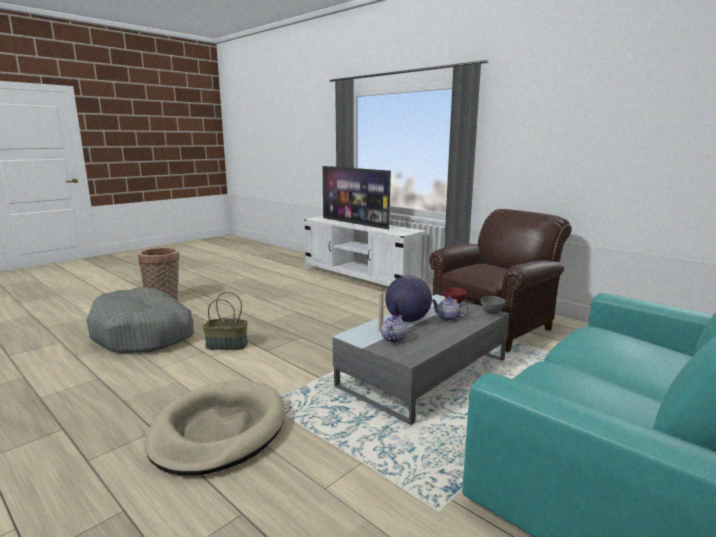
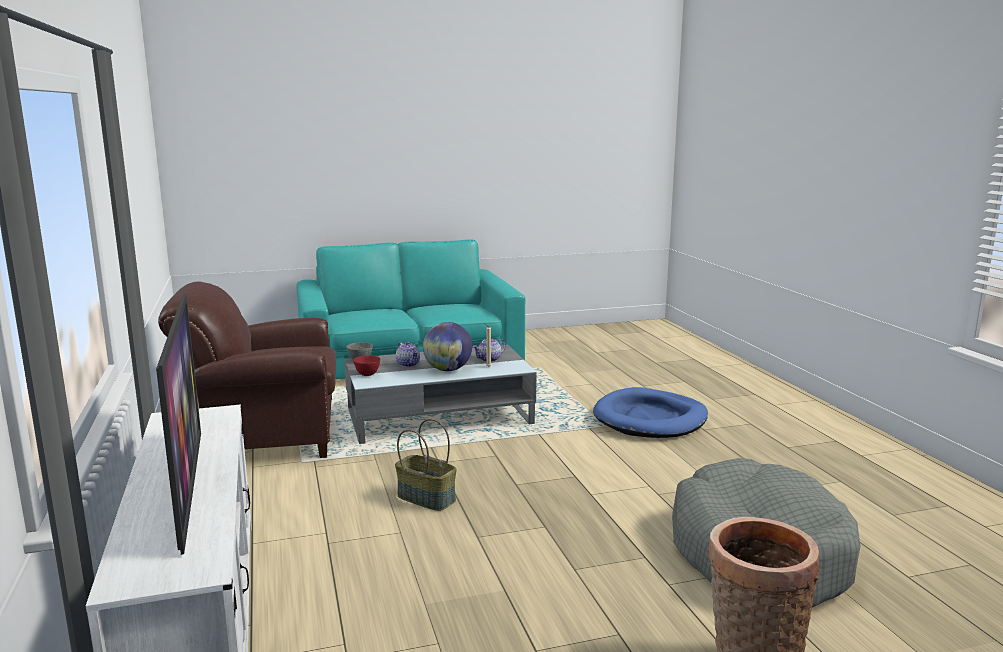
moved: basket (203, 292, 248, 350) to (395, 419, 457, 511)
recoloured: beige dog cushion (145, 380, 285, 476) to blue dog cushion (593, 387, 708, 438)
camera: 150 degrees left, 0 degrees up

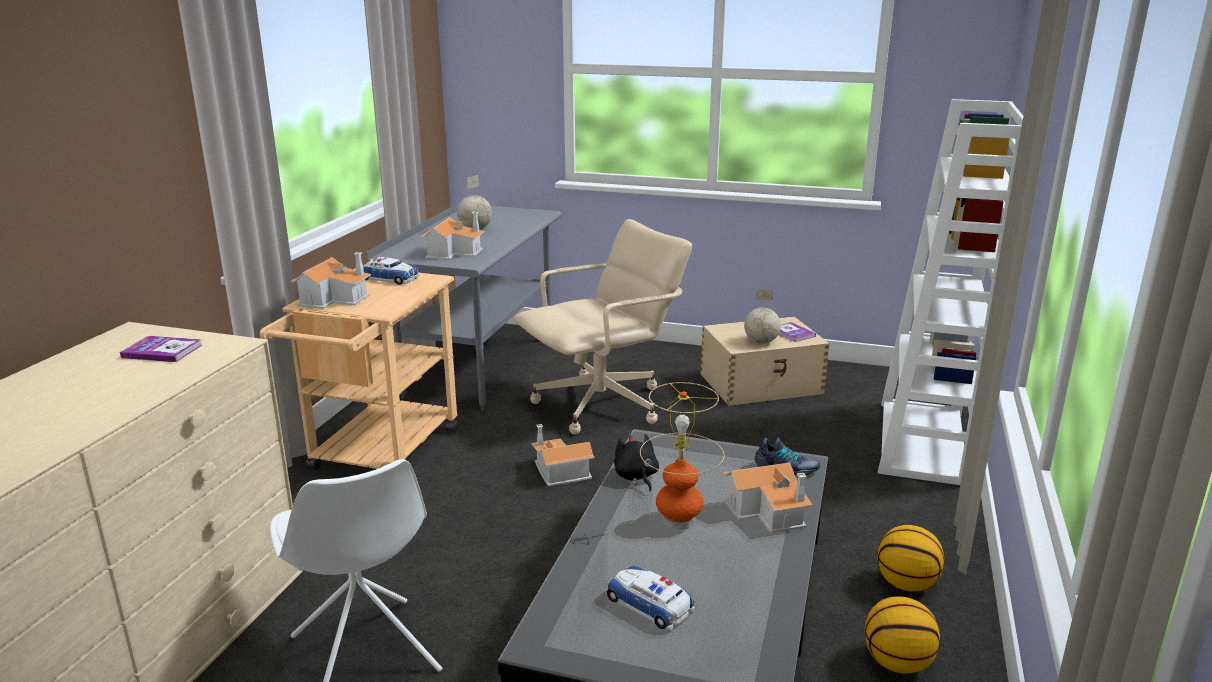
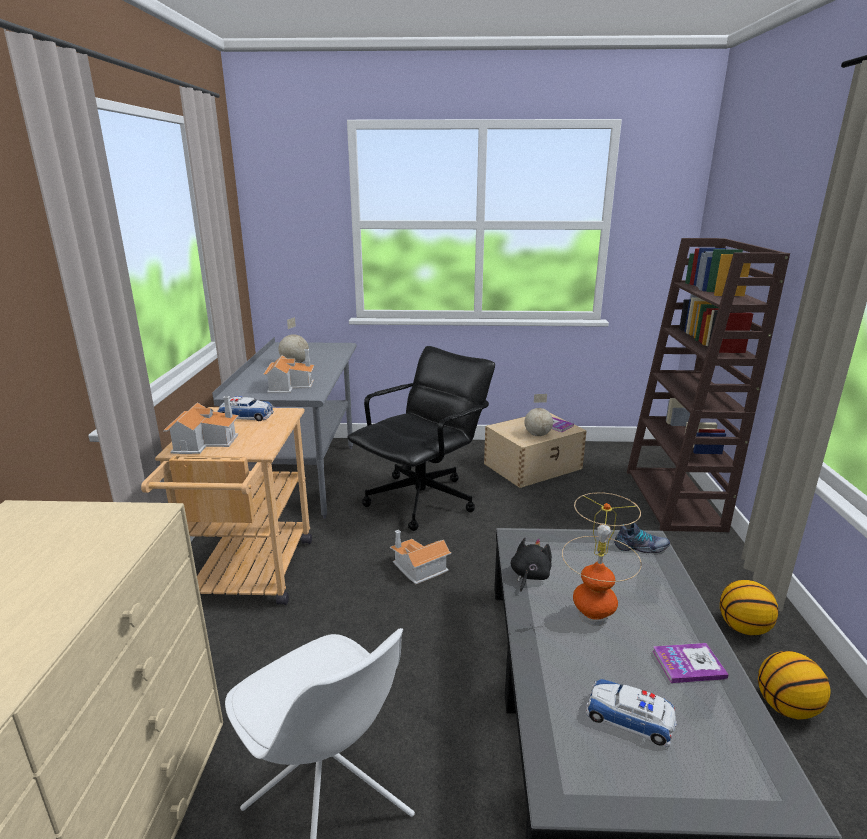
removed: model house (723, 462, 812, 533)
moved: volume (120, 336, 202, 362) to (653, 643, 729, 683)
recoloured: beige computer chair (514, 219, 692, 435) to black computer chair (347, 346, 495, 531); white-coloured bookshelf (878, 99, 1023, 485) to brownish bookshelf (627, 238, 790, 532)
turned: black cuddly toy (614, 434, 659, 492) = (511, 538, 552, 592) 60 degrees clockwise
camera: 15 degrees left, 0 degrees up

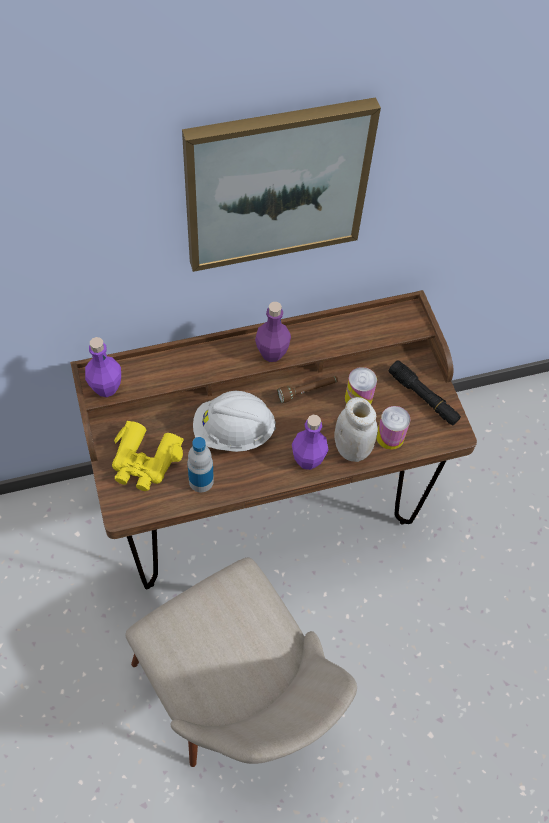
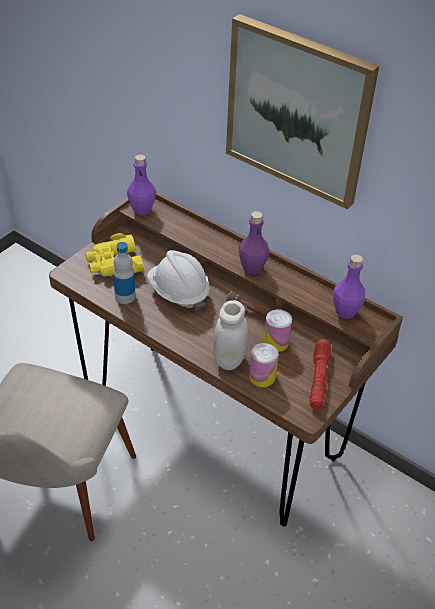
moved: purple-coloured beverage bottle (292, 415, 329, 470) to (333, 255, 365, 319)
recoloured: black hand torch (389, 360, 461, 426) to red-coloured hand torch (310, 339, 331, 409)
camera: 55 degrees right, 15 degrees down

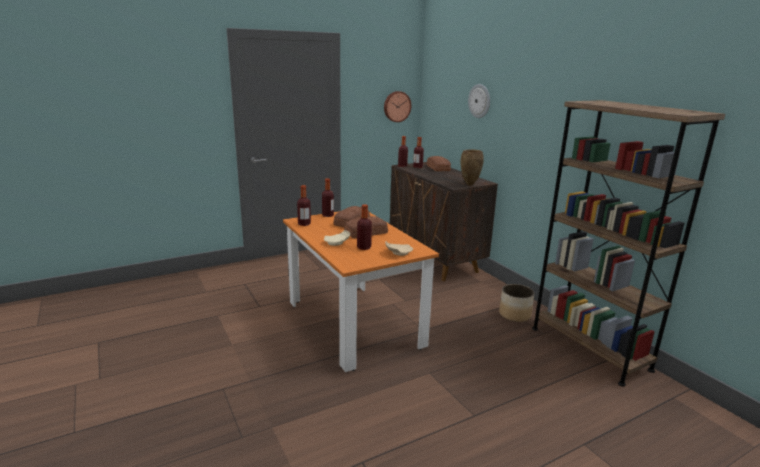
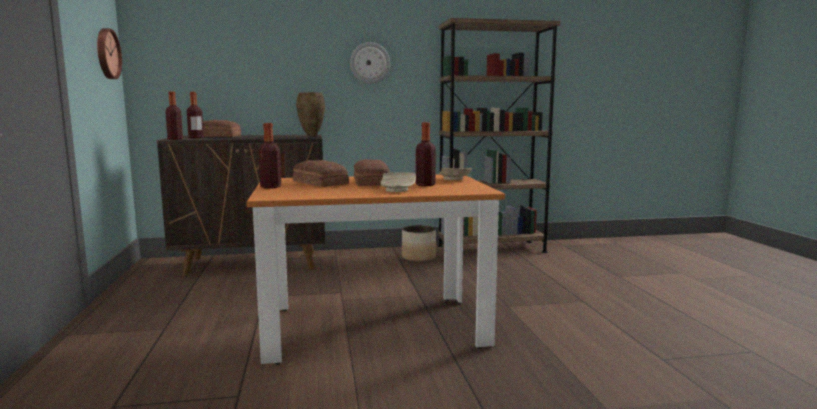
removed: beverage bottle (297, 185, 311, 226)
moved: clock on the wall (468, 84, 490, 118) to (350, 42, 390, 84)
camera: 70 degrees left, 10 degrees down

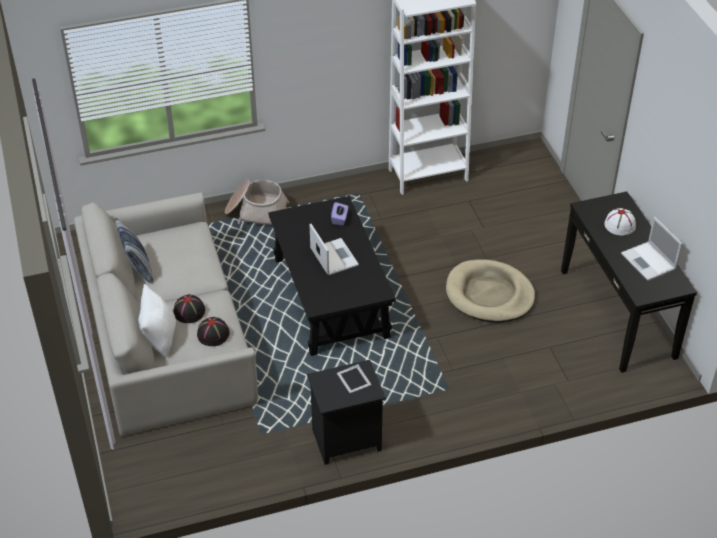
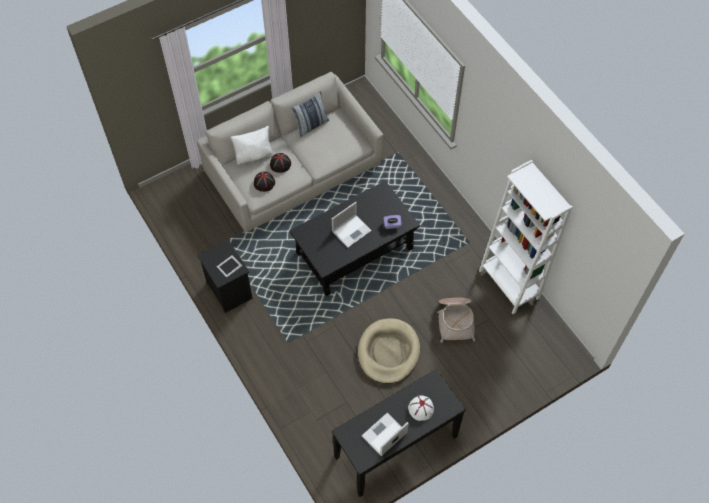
moved: basket (225, 180, 289, 225) to (437, 298, 475, 343)
camera: 75 degrees right, 15 degrees up

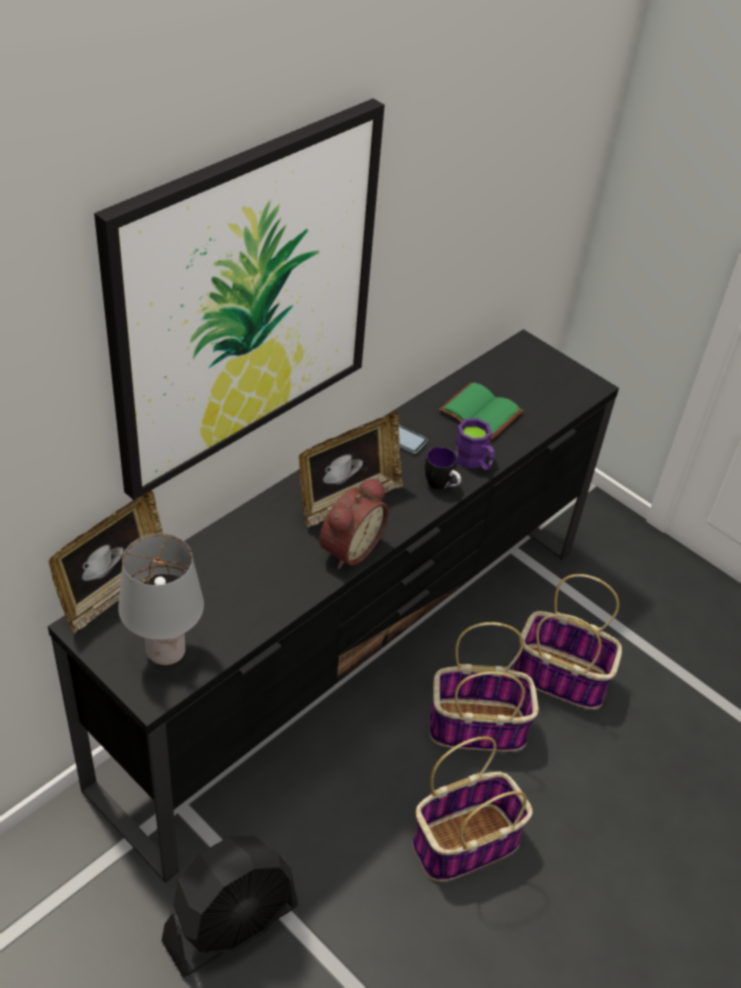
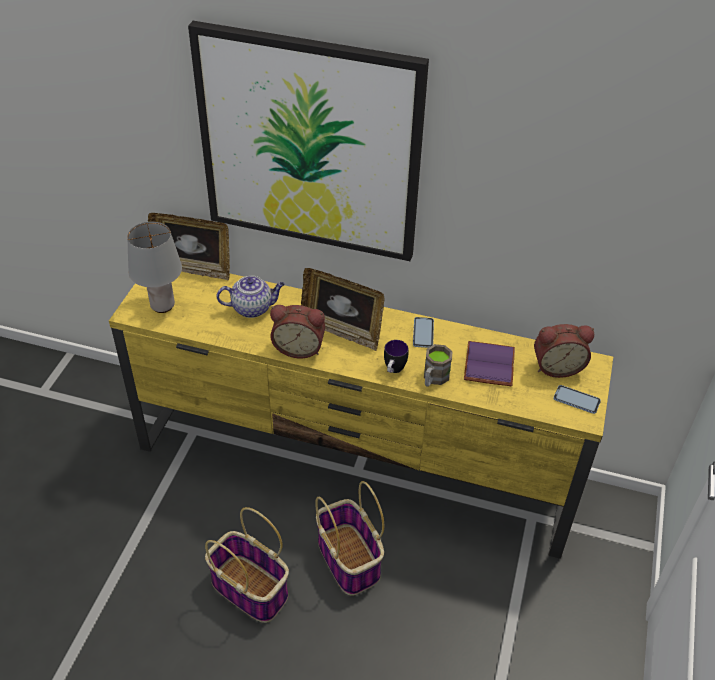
removed: black fan (162, 836, 298, 977); basket (514, 574, 622, 709)
added: tea pot (216, 276, 285, 318); table clock (534, 324, 594, 378); telephone (553, 385, 601, 414)
recoloured: black media console (48, 329, 619, 883) to yellowish media console (109, 272, 613, 559); green-coloured volume (439, 382, 523, 440) to purple-coloured volume (464, 341, 515, 386); purple-coloured tea mug (454, 418, 495, 470) to brownish tea mug (424, 344, 453, 387)
camera: 65 degrees right, 0 degrees up

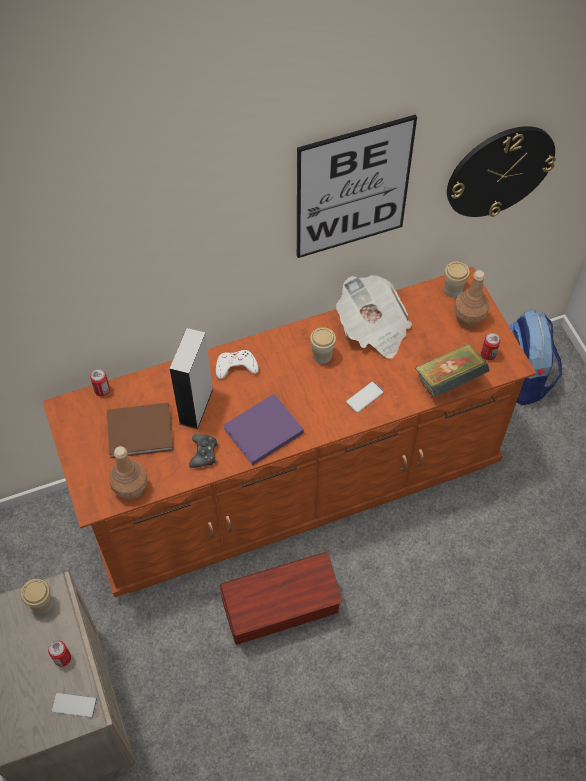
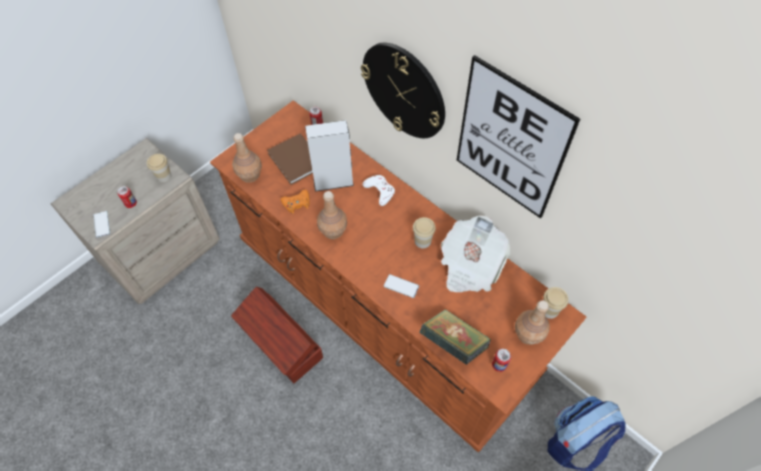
moved: clock on the wall (447, 126, 556, 217) to (361, 43, 445, 138)
replaced: purple-coloured volume (223, 394, 304, 465) to brownish beverage bottle (317, 191, 347, 239)
recoloured: black gamepad (189, 434, 218, 468) to orange-coloured gamepad (281, 190, 310, 214)
camera: 65 degrees right, 0 degrees up

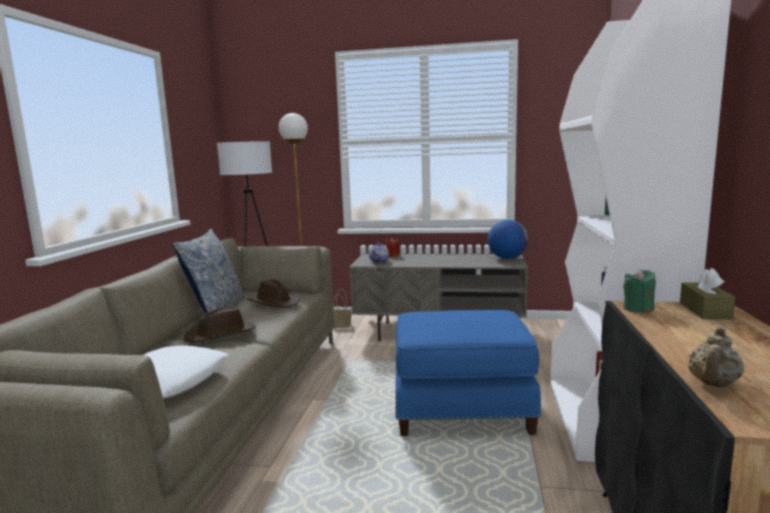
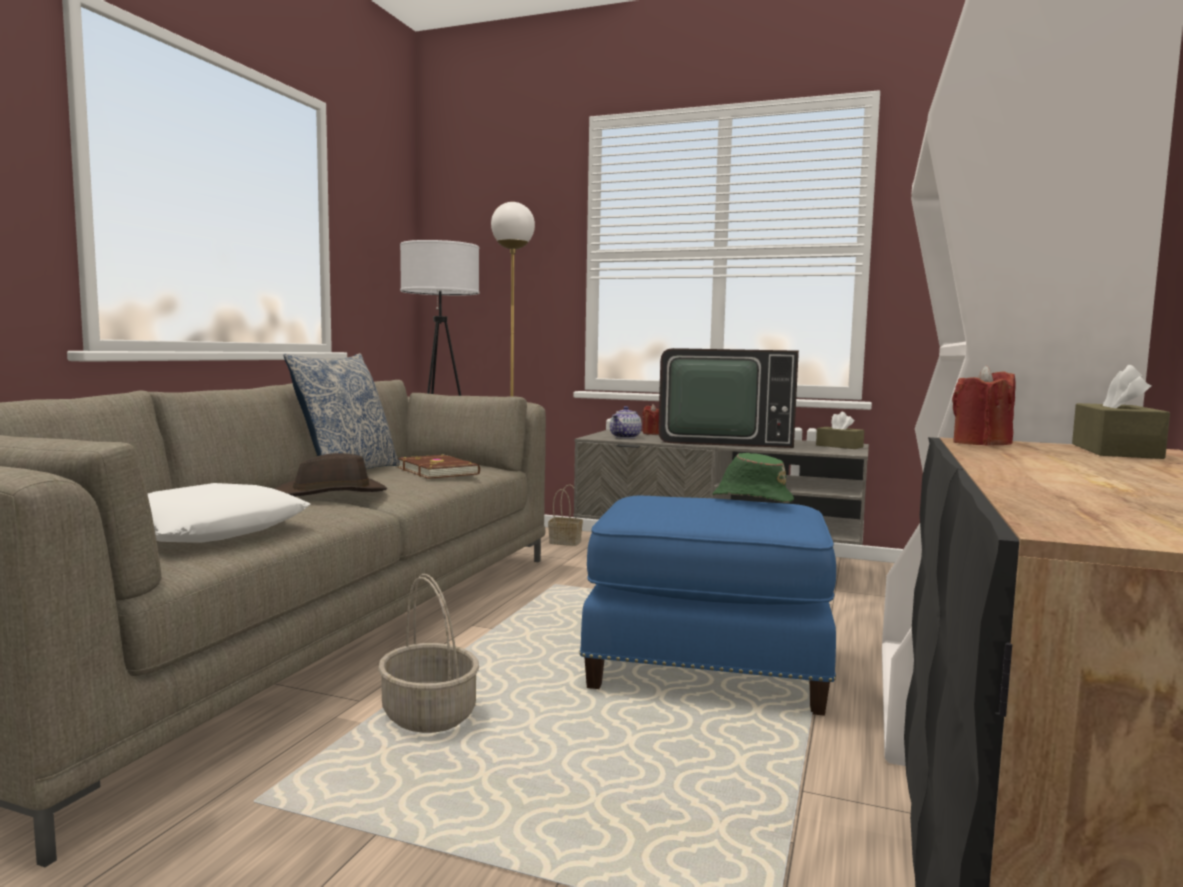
removed: beige tea pot (688, 327, 744, 387)
added: basket (378, 574, 479, 733); TV (658, 348, 799, 448); green-coloured clothing hat (712, 453, 794, 503)
replaced: brownish clothing hat (247, 280, 300, 308) to brownish volume (398, 454, 480, 479); globe (488, 220, 528, 259) to brownish tissue box (816, 412, 864, 449)
recoloured: green-coloured wax candle (623, 269, 656, 313) to red-coloured wax candle (952, 366, 1015, 446)
camera: 10 degrees right, 5 degrees down

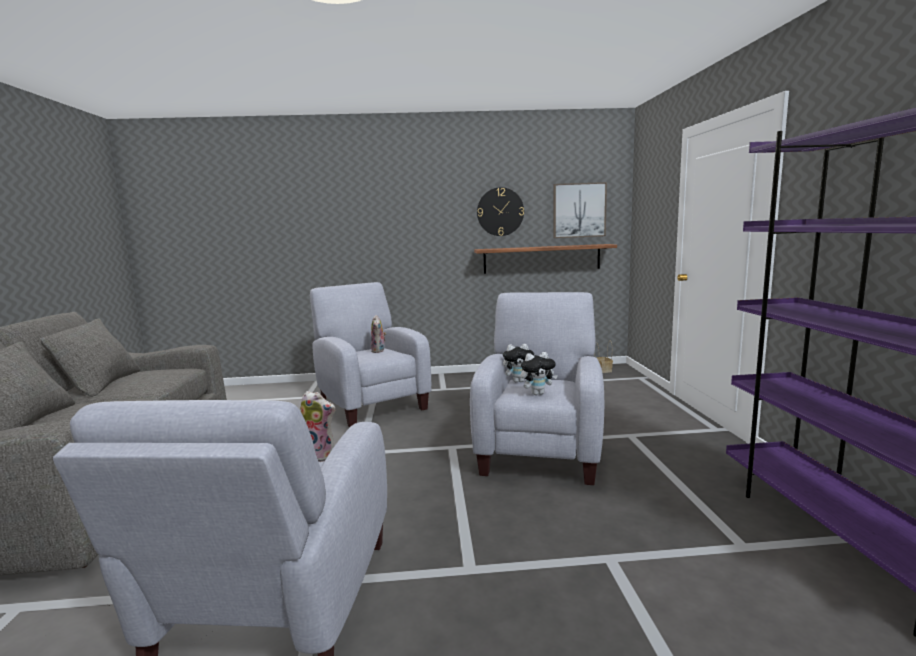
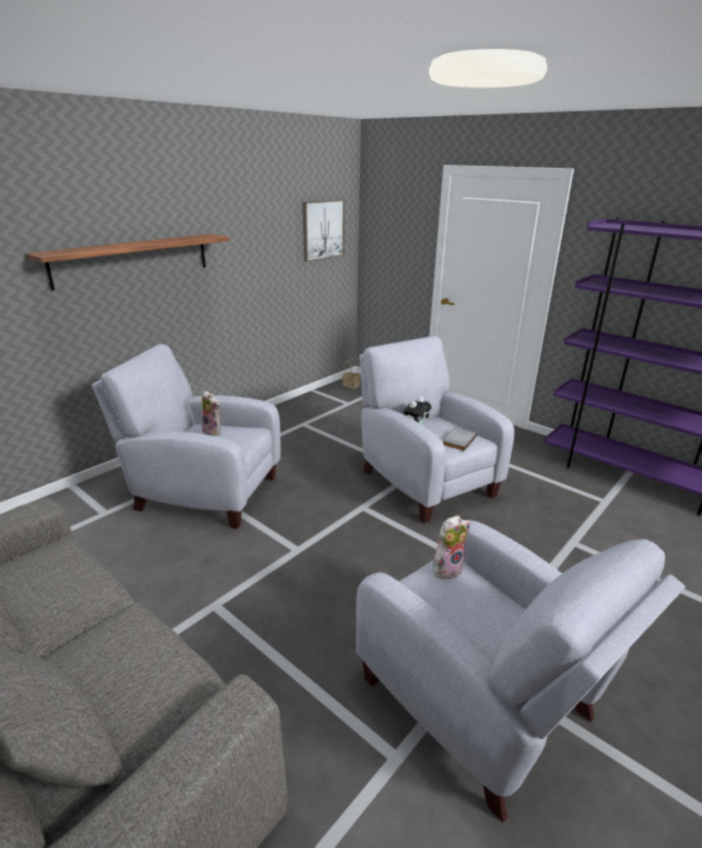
removed: clock on the wall (477, 187, 524, 236)
moved: shelf (474, 244, 617, 274) to (27, 234, 229, 291)
replaced: cuddly toy (520, 352, 558, 395) to grey volume (442, 427, 477, 451)
camera: 45 degrees left, 15 degrees up

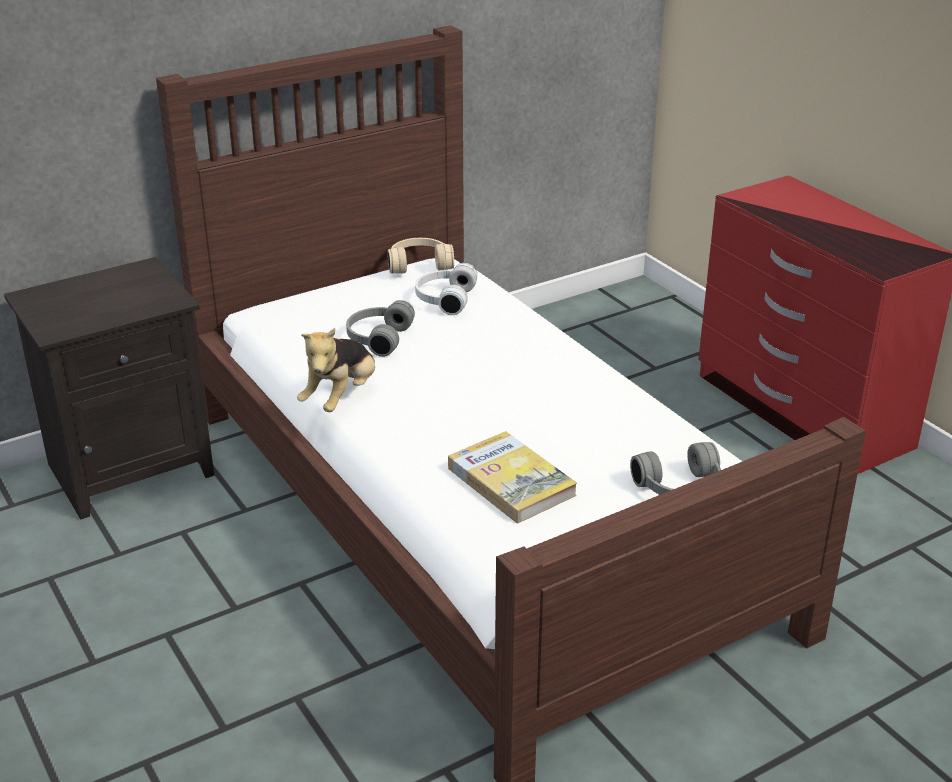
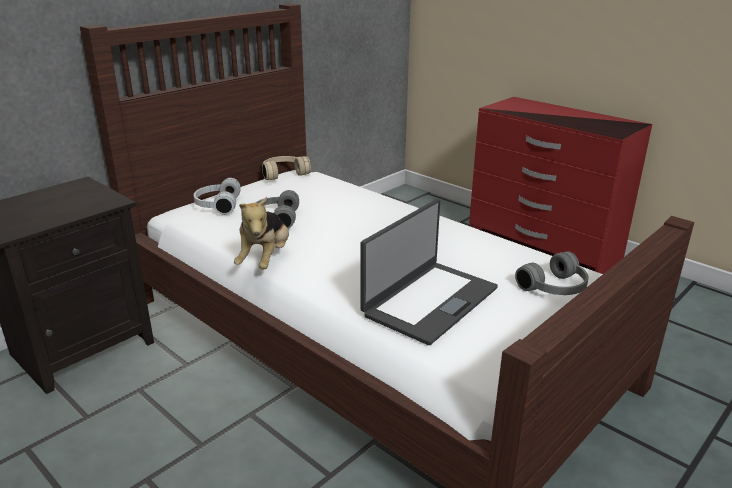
moved: white-coloured headset (415, 263, 477, 315) to (194, 178, 241, 215)
replaced: volume (448, 431, 577, 523) to notebook computer (360, 199, 498, 345)
camera: 15 degrees left, 5 degrees down

